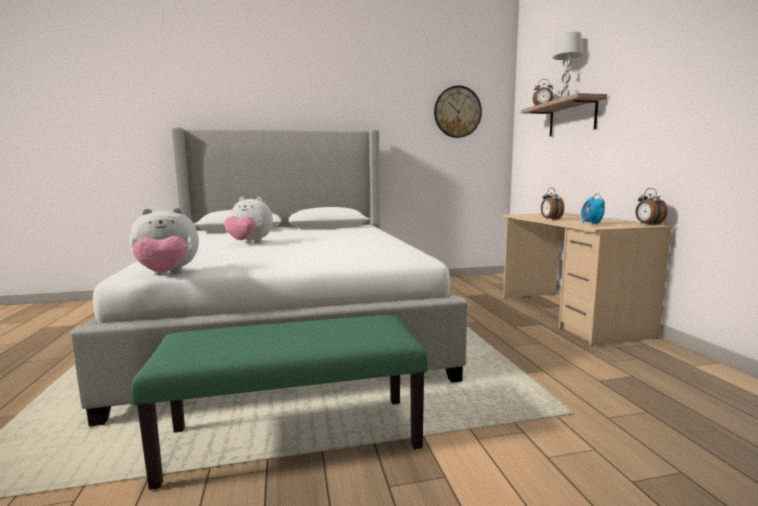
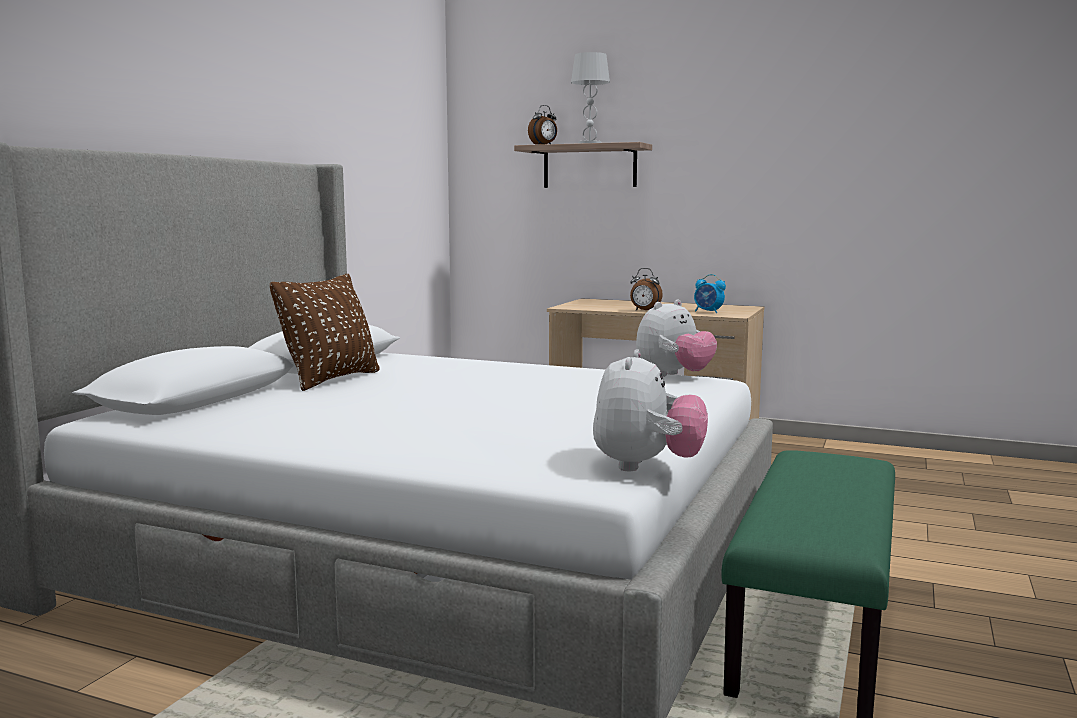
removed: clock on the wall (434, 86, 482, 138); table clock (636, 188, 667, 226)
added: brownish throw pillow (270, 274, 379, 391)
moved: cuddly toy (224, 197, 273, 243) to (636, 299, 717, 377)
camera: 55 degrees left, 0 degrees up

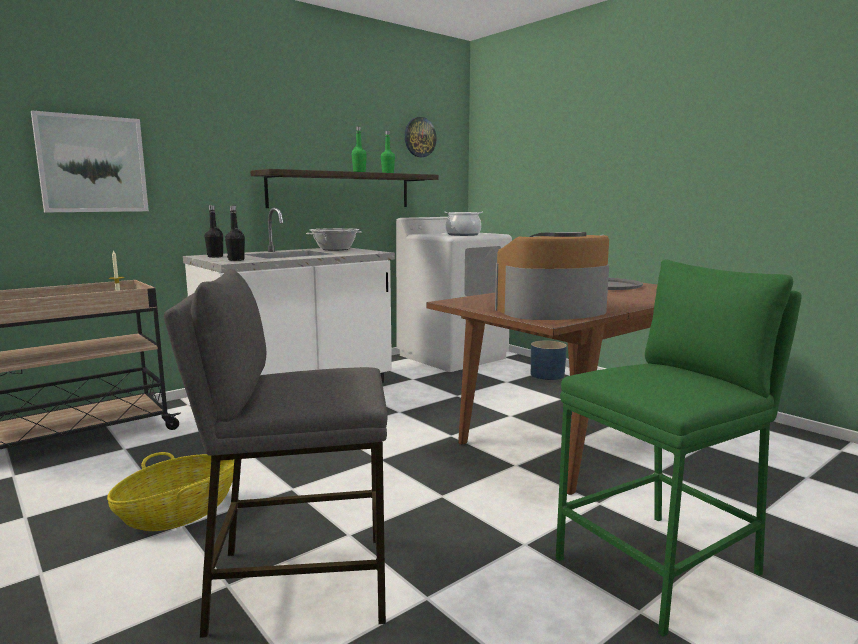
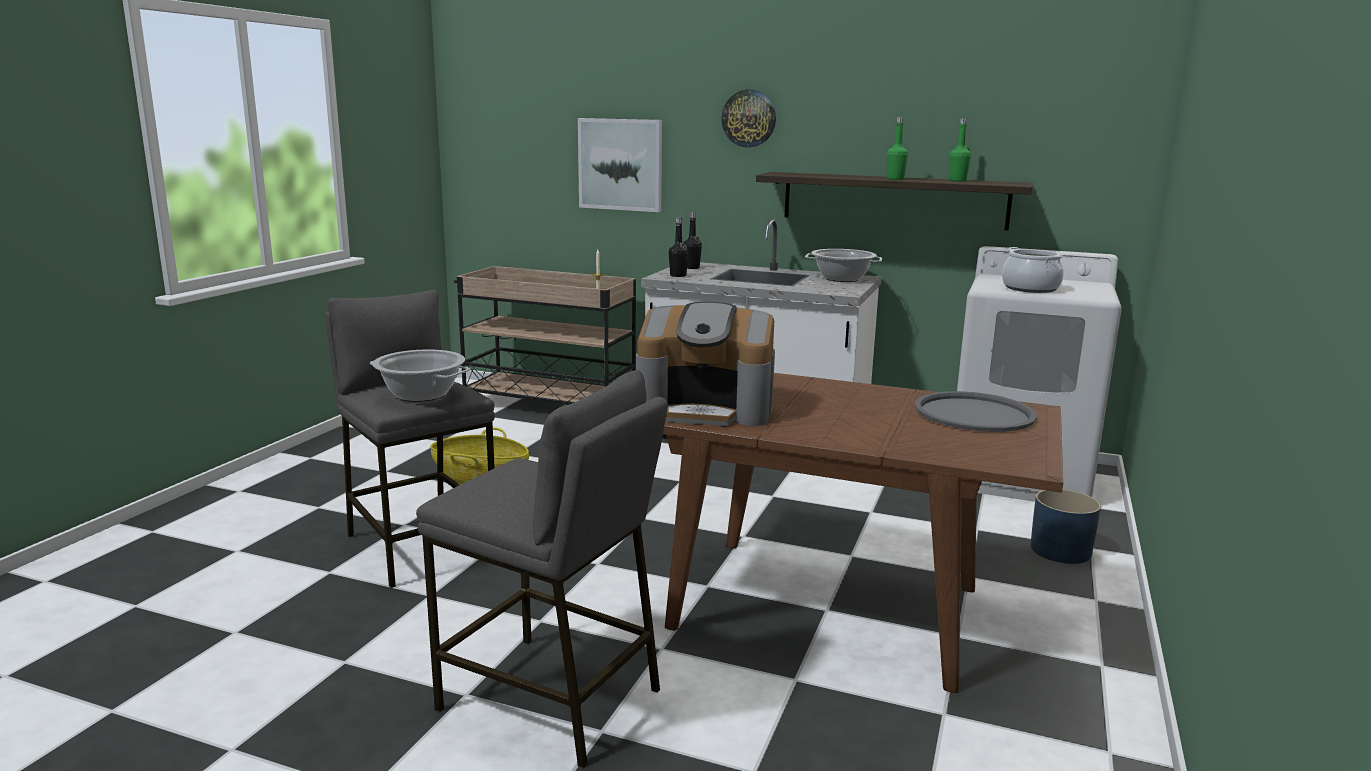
added: stockpot (370, 349, 470, 402)
moved: clock on the wall (405, 117, 437, 157) to (721, 90, 776, 148)
recoloured: green-coloured stool (556, 259, 802, 637) to grey stool (416, 370, 668, 768)
turned: coffee machine (495, 232, 609, 320) = (636, 302, 775, 426) 150 degrees clockwise
camera: 60 degrees right, 5 degrees up

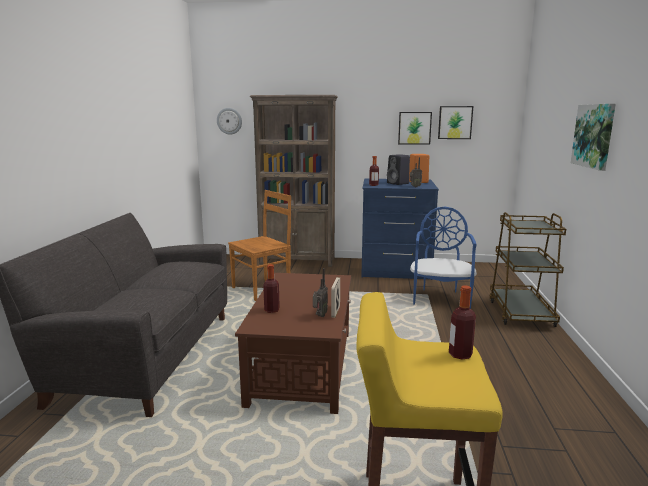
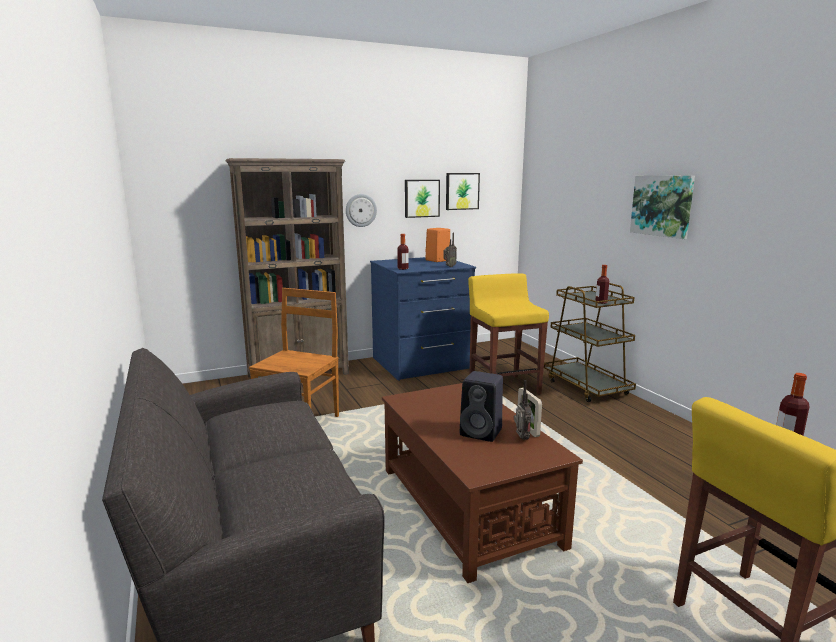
moved: clock on the wall (217, 108, 242, 135) to (346, 194, 377, 227); beverage bottle (263, 264, 280, 313) to (595, 265, 609, 304); black loudspeaker (387, 154, 410, 185) to (460, 371, 503, 442)
replaced: blue chair (410, 207, 477, 309) to yellowish stool (468, 273, 549, 395)
camera: 30 degrees left, 0 degrees up

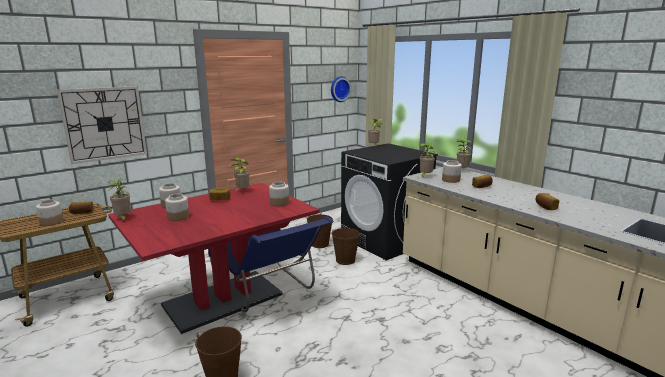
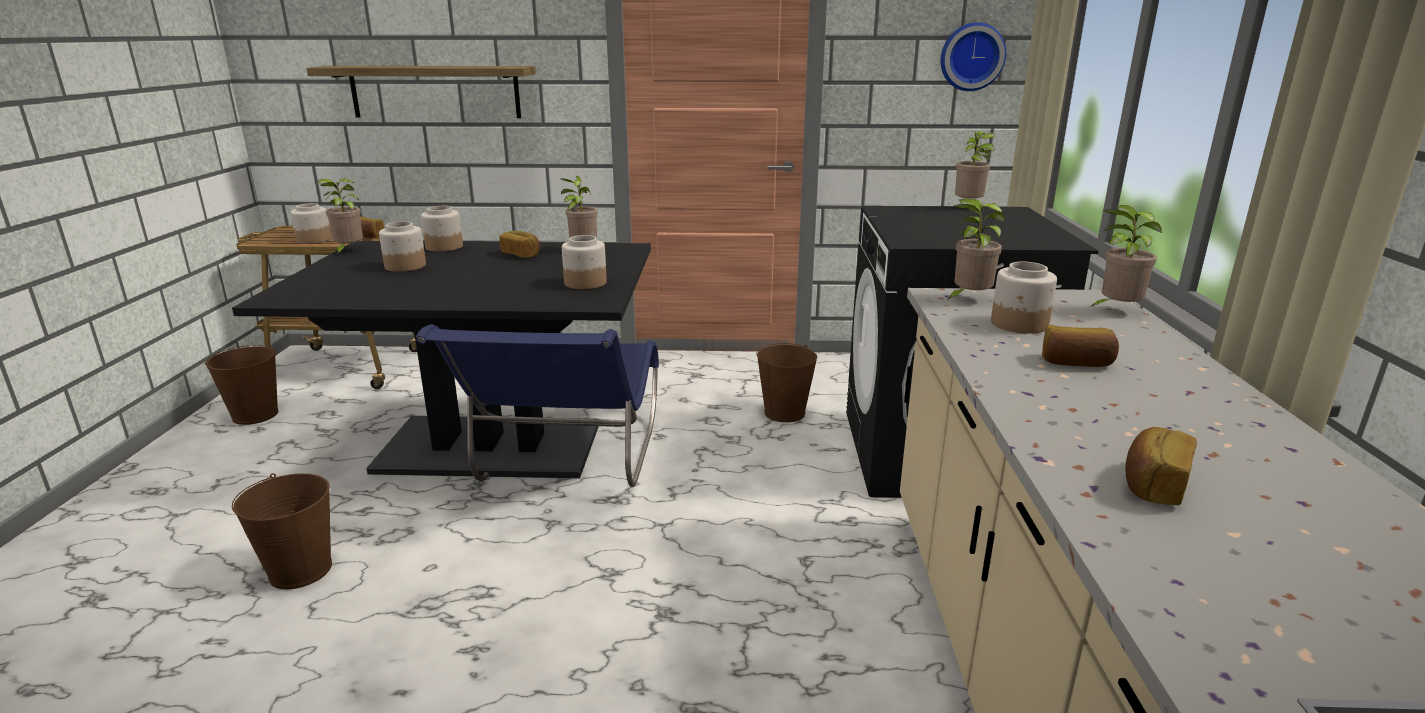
moved: brownish bucket (331, 227, 360, 265) to (205, 345, 278, 425)
replaced: clock on the wall (57, 86, 147, 164) to shelf (306, 66, 536, 118)
recoloured: red-coloured kitchen table (108, 183, 319, 334) to black kitchen table (232, 241, 651, 479)
camera: 40 degrees right, 5 degrees up

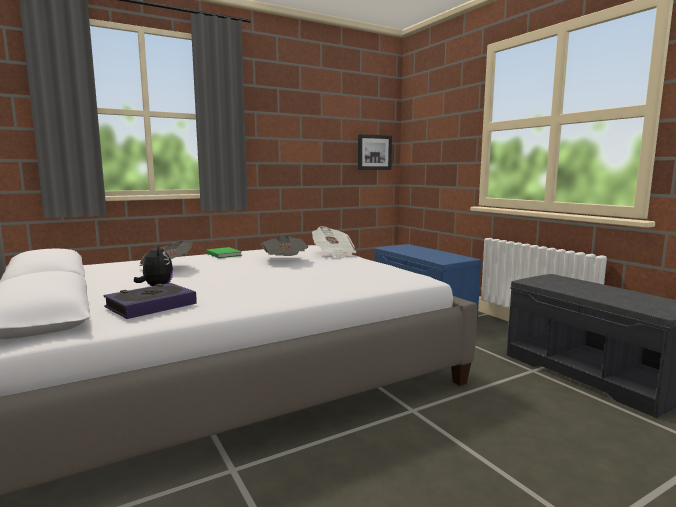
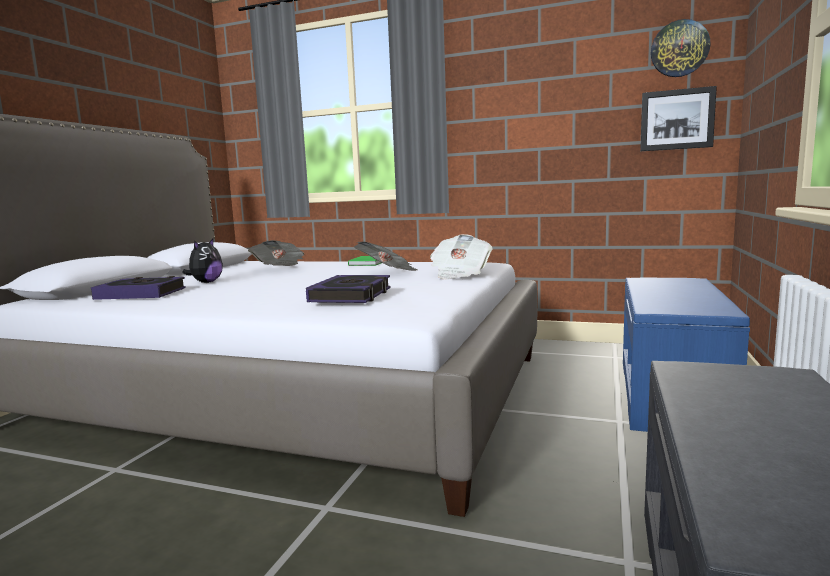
added: volume (306, 275, 391, 303); clock on the wall (651, 19, 711, 77)
camera: 50 degrees right, 0 degrees up

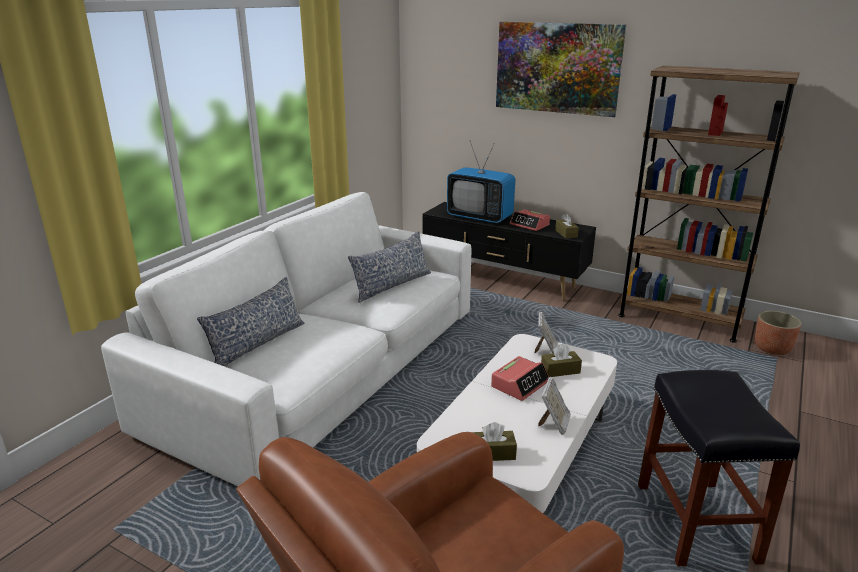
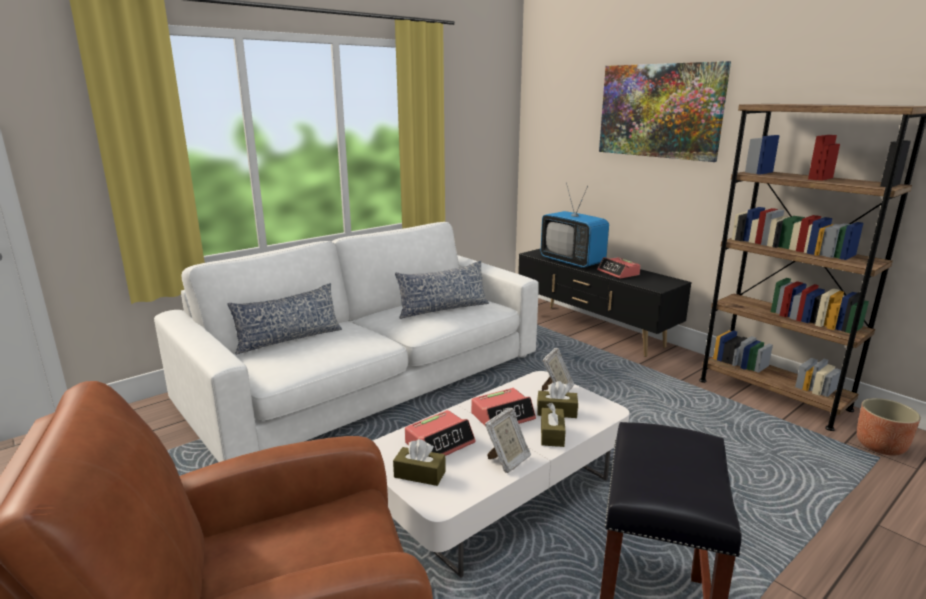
added: table clock (405, 410, 476, 456)
moved: brownish tissue box (555, 213, 579, 239) to (541, 403, 566, 447)
camera: 20 degrees right, 5 degrees down

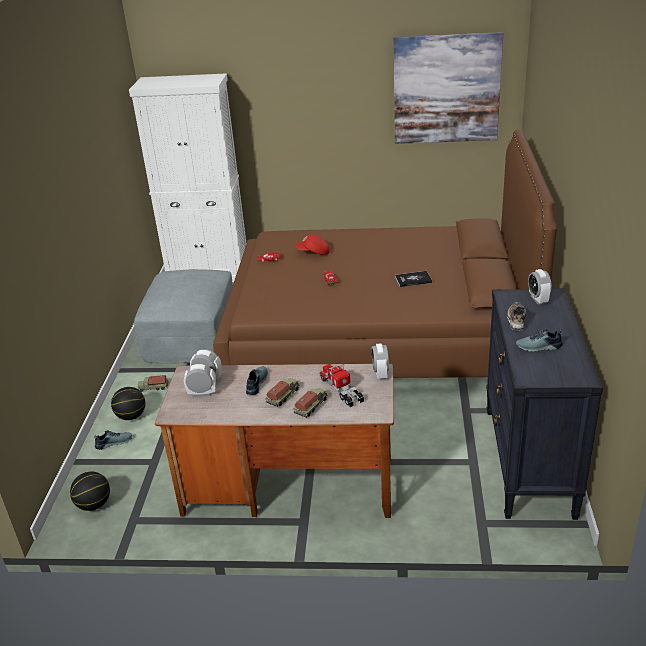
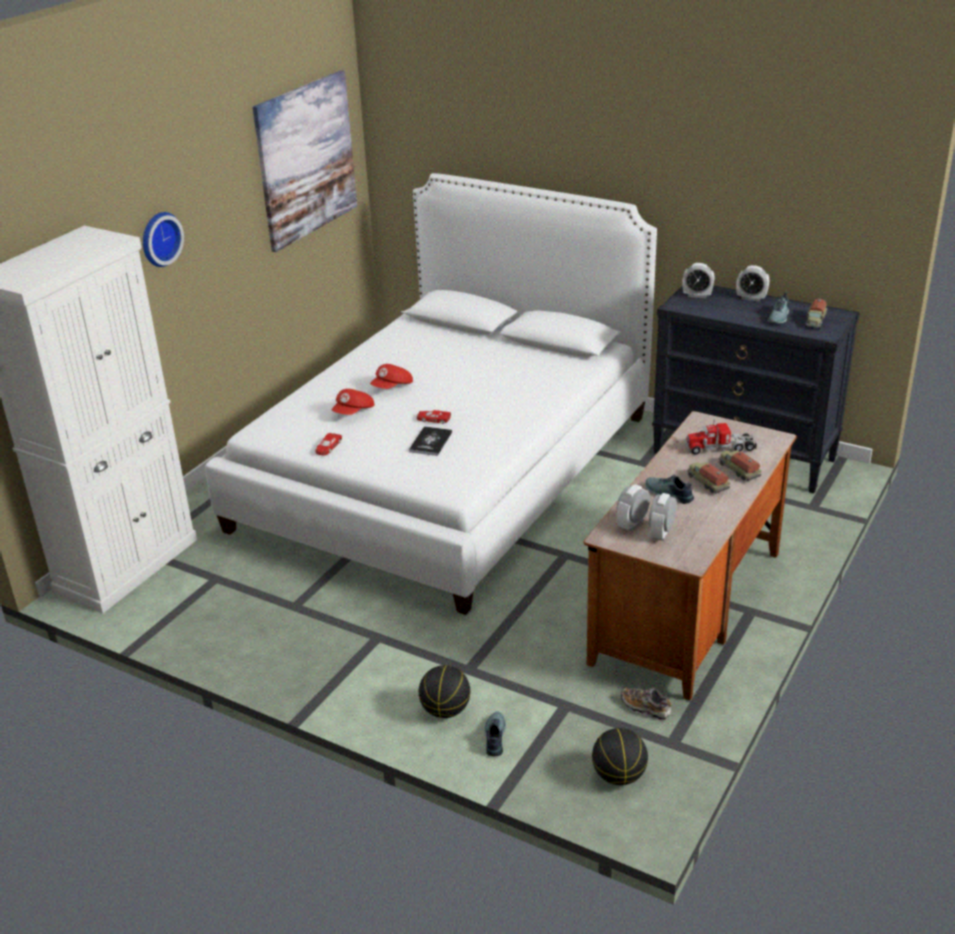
removed: grey footrest (134, 269, 233, 363)
added: clock on the wall (143, 212, 184, 267); red-coloured peaked cap (370, 364, 413, 389)
moved: model truck (137, 375, 169, 392) to (805, 299, 827, 329); table clock (372, 343, 389, 379) to (736, 265, 769, 302); volume (395, 271, 432, 287) to (409, 426, 452, 456); item of footwear (507, 302, 526, 331) to (621, 688, 672, 720)
recoloured: brownish bed (213, 130, 557, 378) to white-coloured bed (205, 173, 657, 615)
camera: 65 degrees left, 0 degrees up

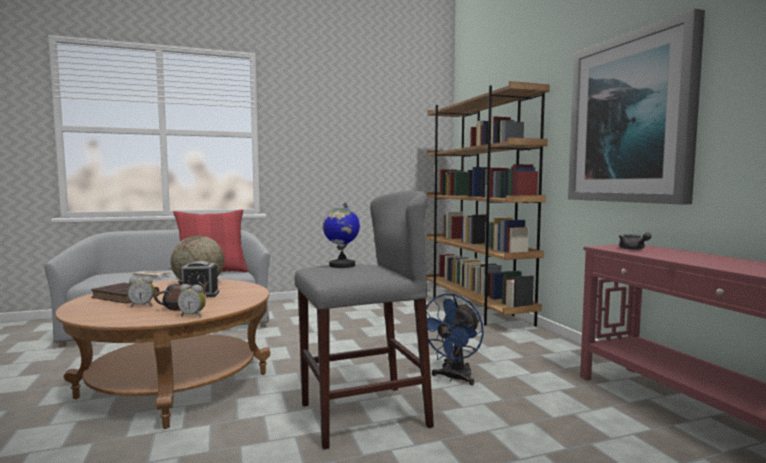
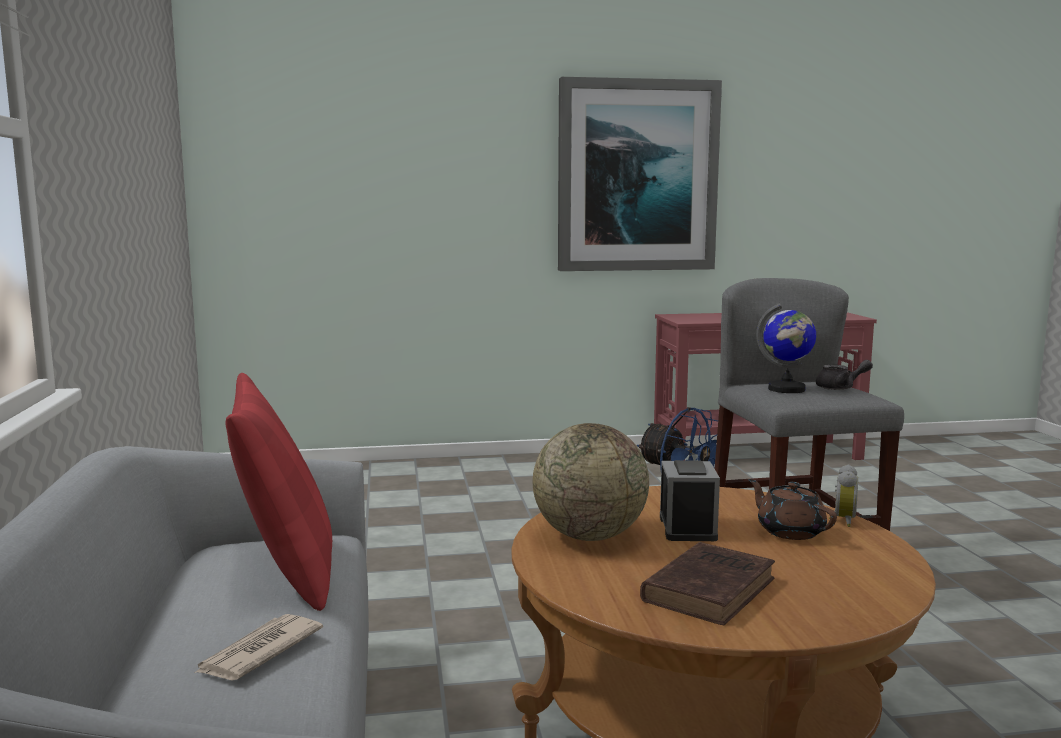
removed: table clock (127, 277, 155, 308); brownish bookshelf (426, 81, 550, 326)
moved: grey tea pot (619, 232, 652, 250) to (816, 360, 873, 390)
camera: 80 degrees left, 5 degrees up

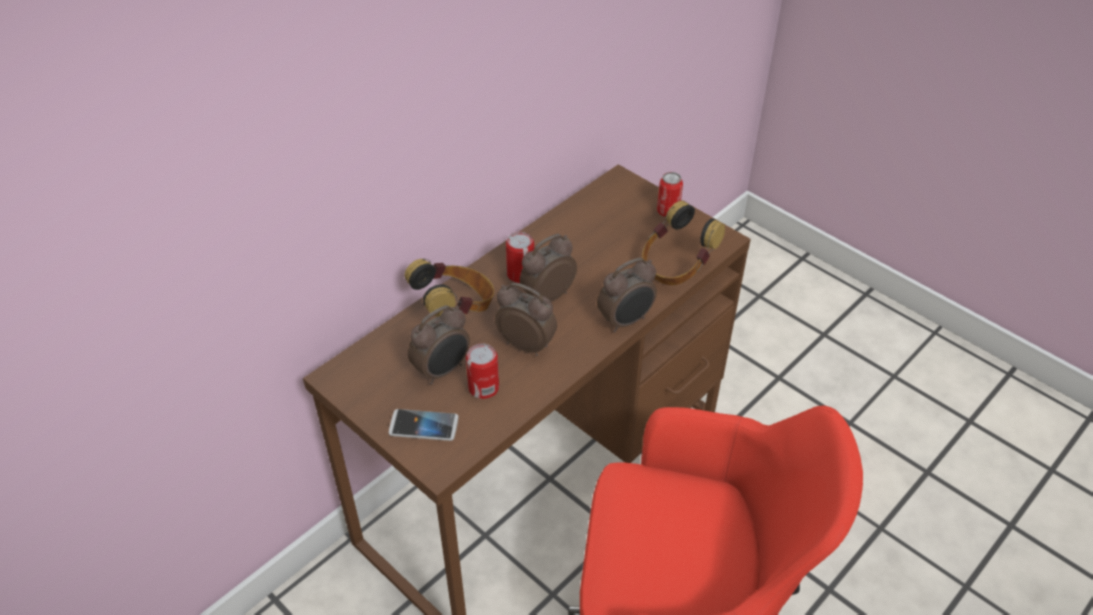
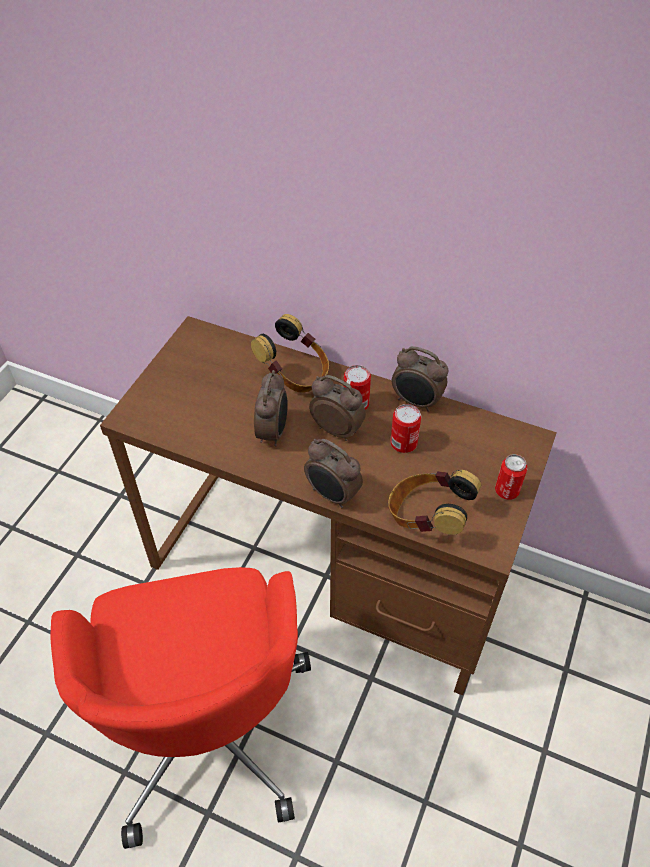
removed: telephone (389, 409, 458, 441)
moved: table clock (408, 305, 470, 385) to (392, 346, 448, 412); sealed can (466, 343, 499, 399) to (390, 404, 421, 453)
camera: 70 degrees right, 5 degrees up

